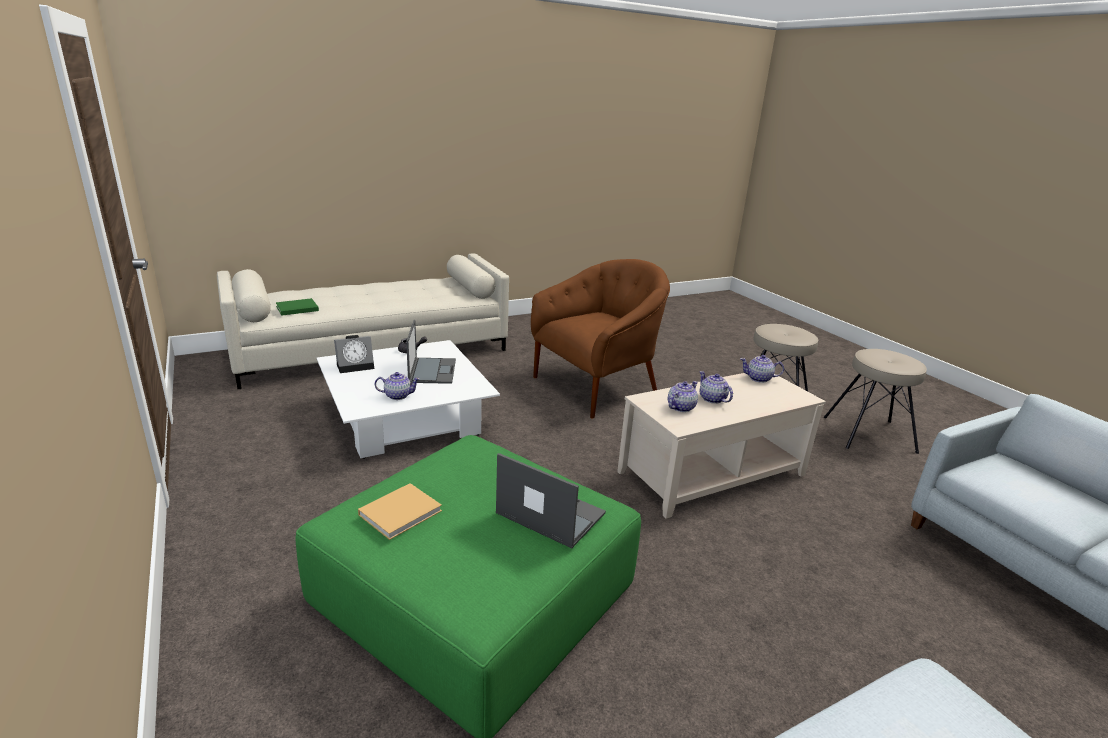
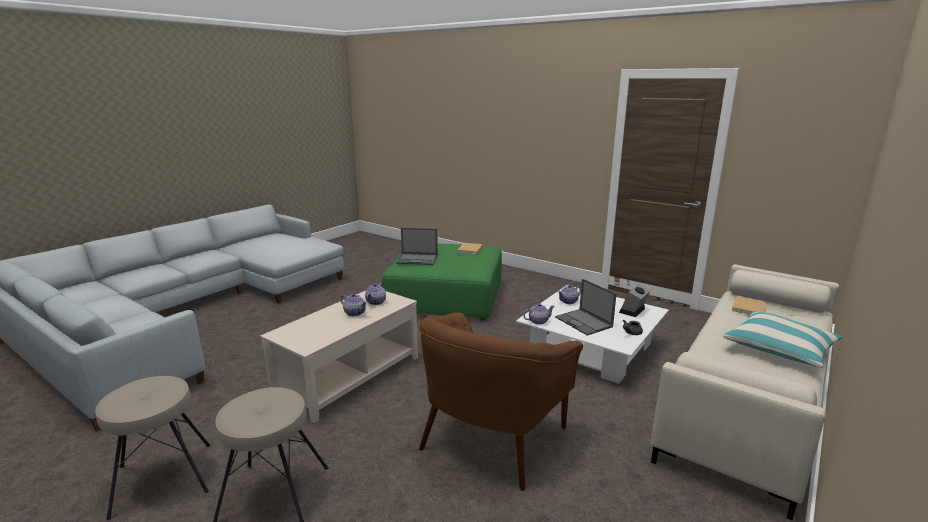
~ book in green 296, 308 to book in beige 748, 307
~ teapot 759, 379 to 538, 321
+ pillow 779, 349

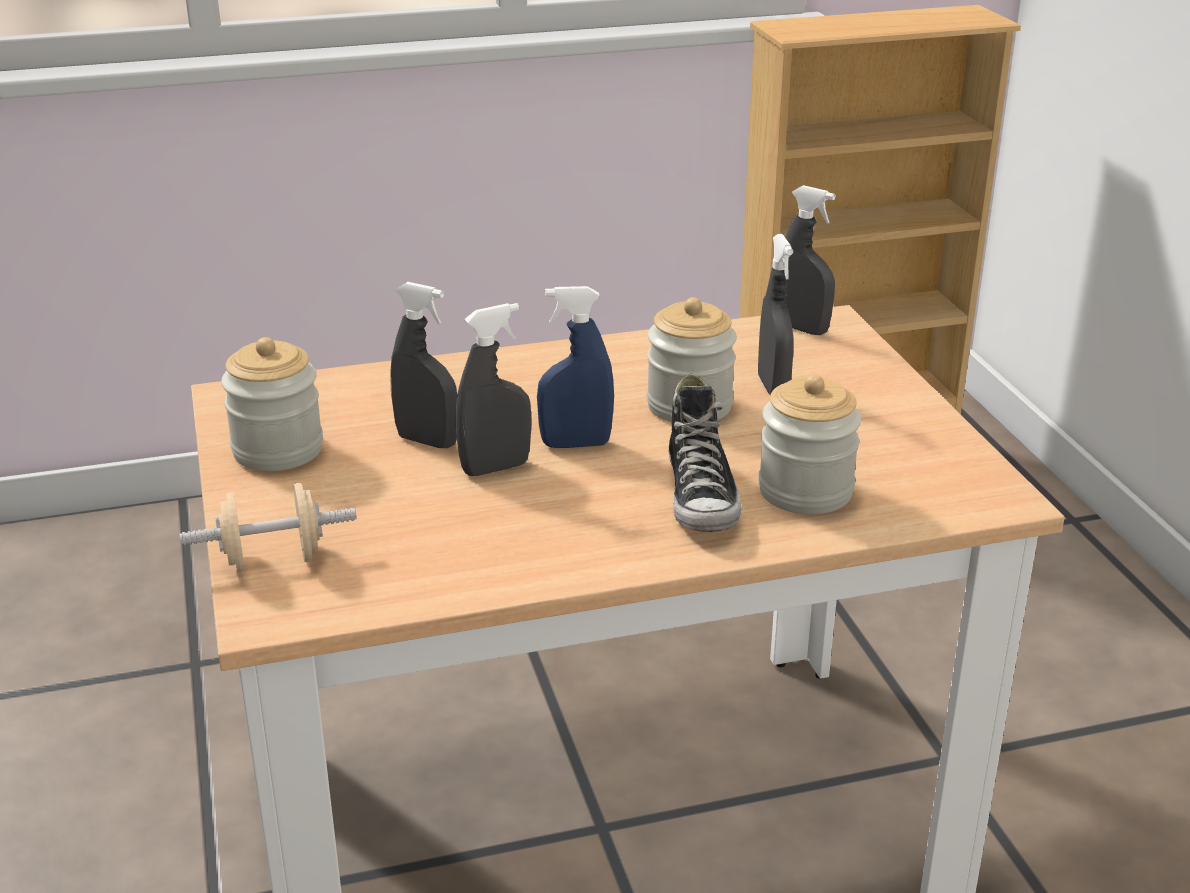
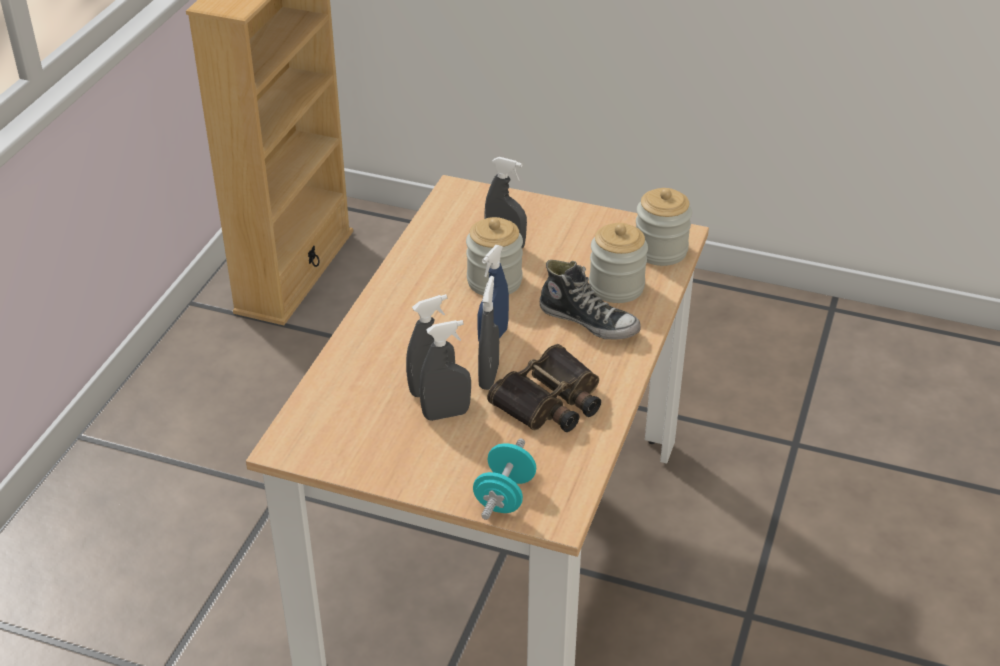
~ dumbbell in beige 273, 560 to dumbbell in turquoise 504, 496
~ jar 278, 450 to 660, 250
~ spray bottle in grey 801, 328 to 446, 414
+ binoculars 551, 402

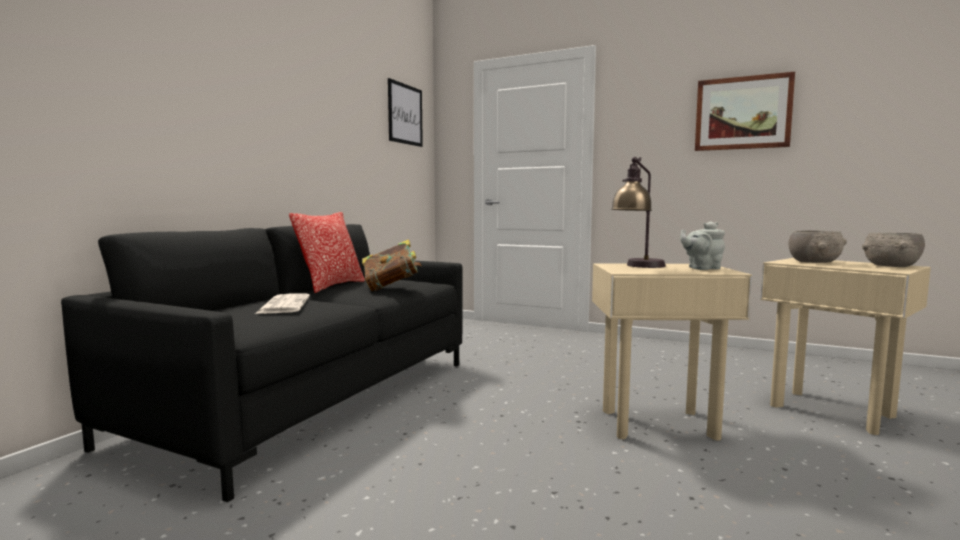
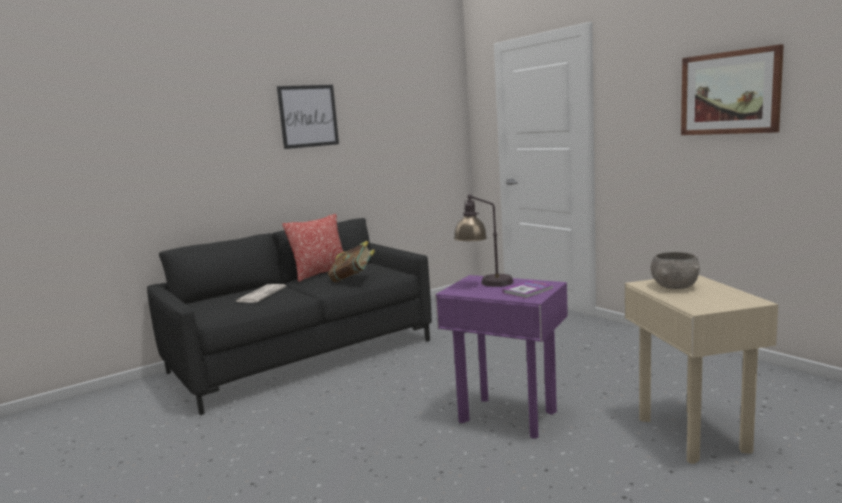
~ picture 405, 114 to 308, 116
~ side table in beige 658, 424 to side table in purple 507, 416
~ teapot in grey 702, 268 to book 528, 291
- bowl in grey 891, 266

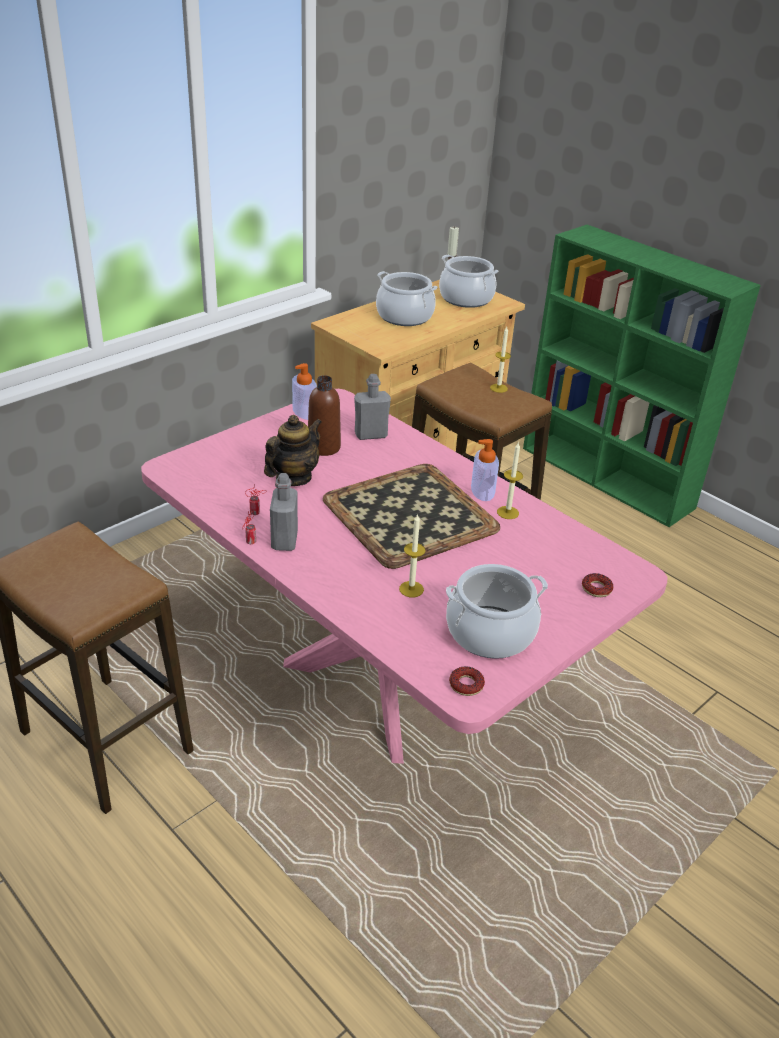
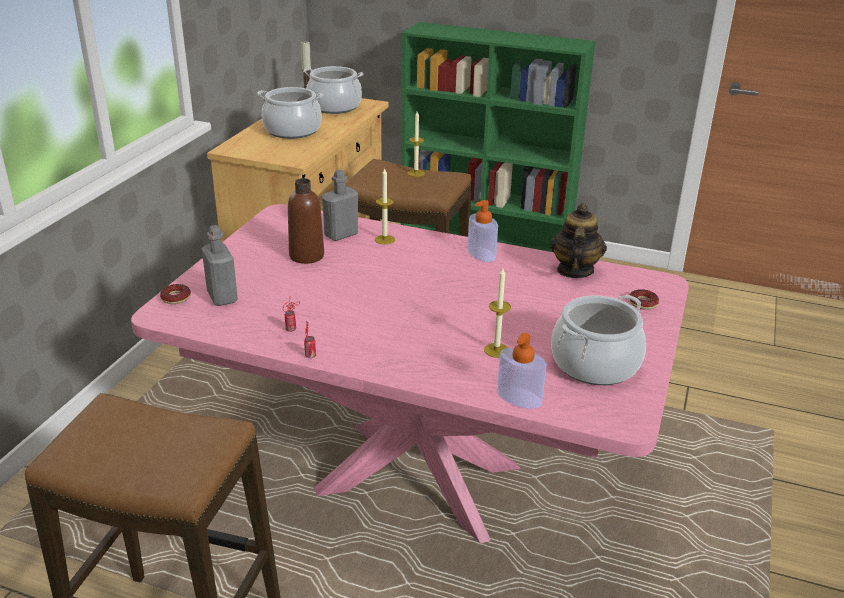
~ teapot 293, 478 to 574, 270
~ bottle in grey 284, 541 to 222, 297
~ soap dispenser 304, 412 to 519, 397
- tray 408, 514
~ donut 466, 685 to 176, 298
~ candle 507, 512 to 384, 239

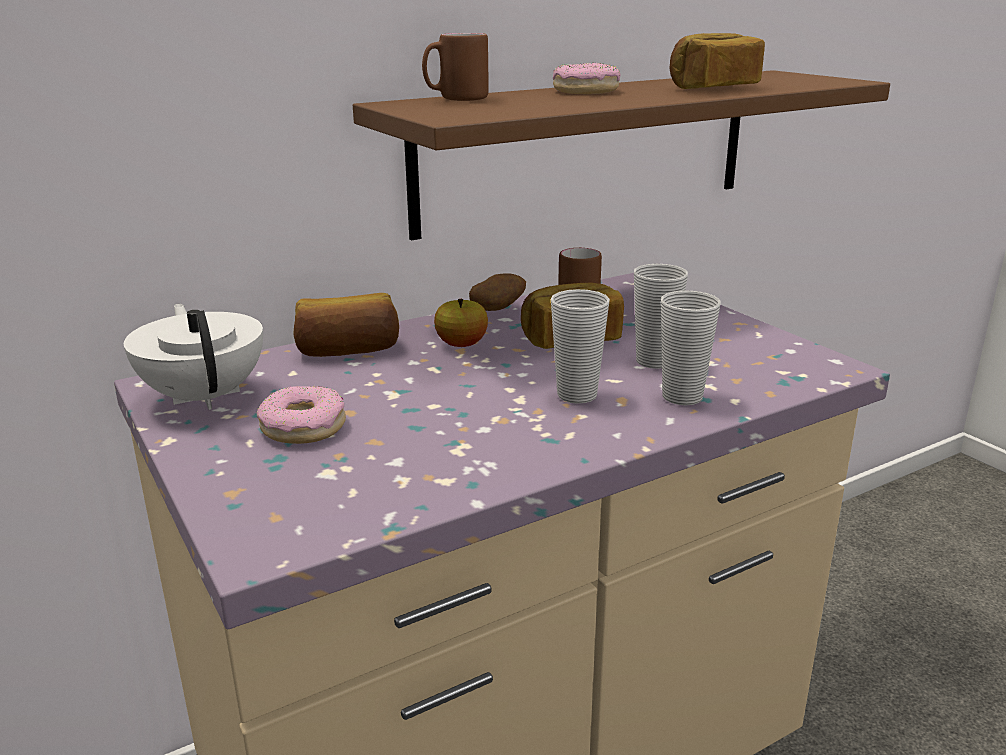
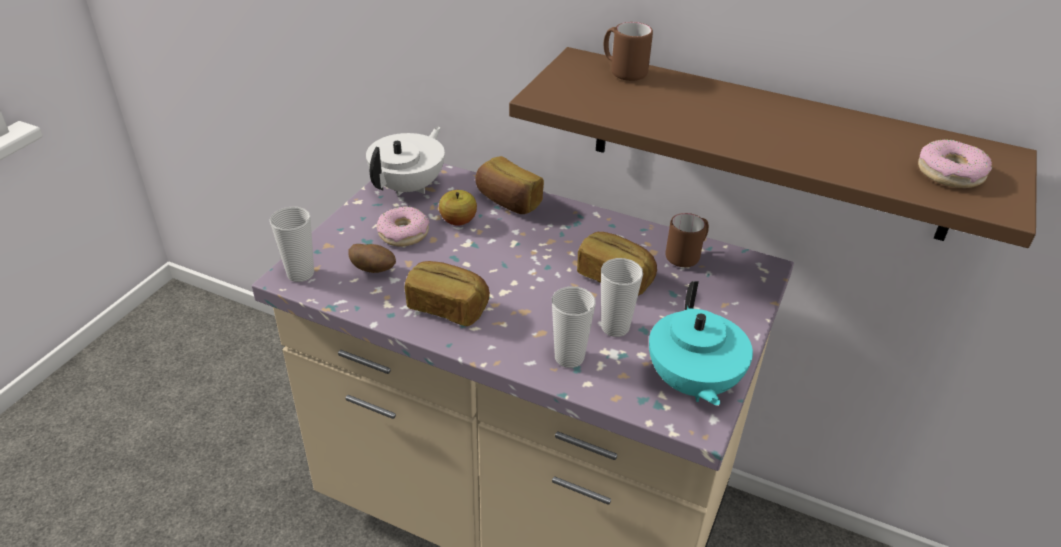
~ apple 461, 344 to 458, 221
~ potato 497, 310 to 373, 270
~ cup 577, 395 to 300, 274
~ donut 585, 91 to 950, 173
~ bread 712, 88 to 448, 306
+ teapot in turquoise 692, 383

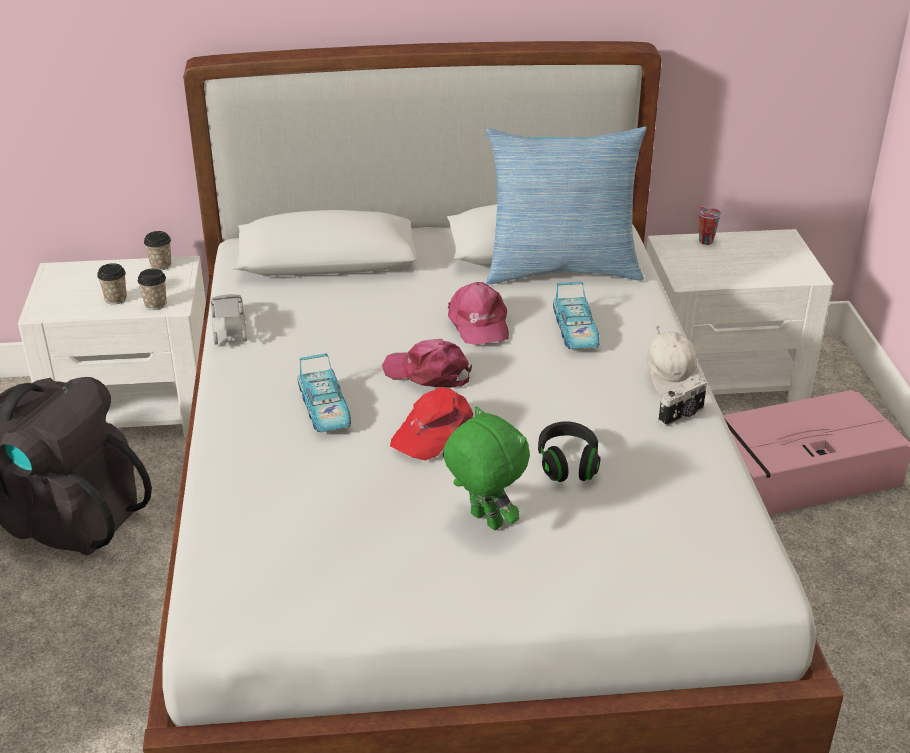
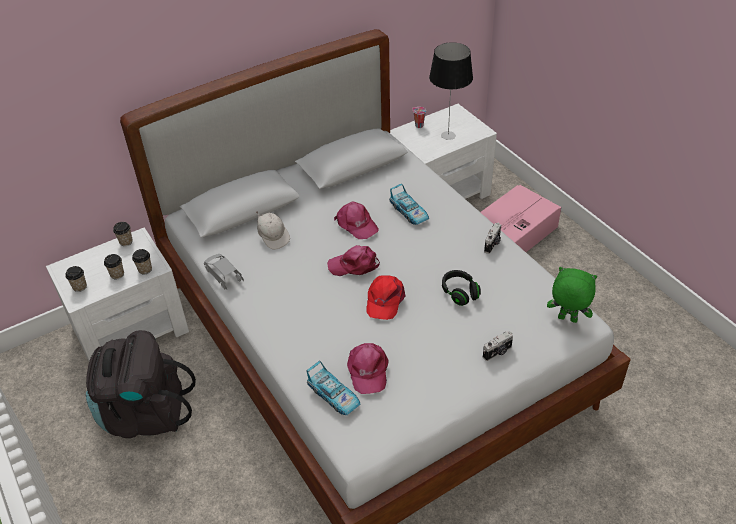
~ toy car 325, 409 to 334, 395
~ plush toy in green 484, 521 to 566, 319
- pillow 561, 269
~ cap in white 671, 378 to 273, 237
+ cup 80, 287
+ cap in pink 367, 370
+ table lamp 448, 135
+ photo camera 498, 352

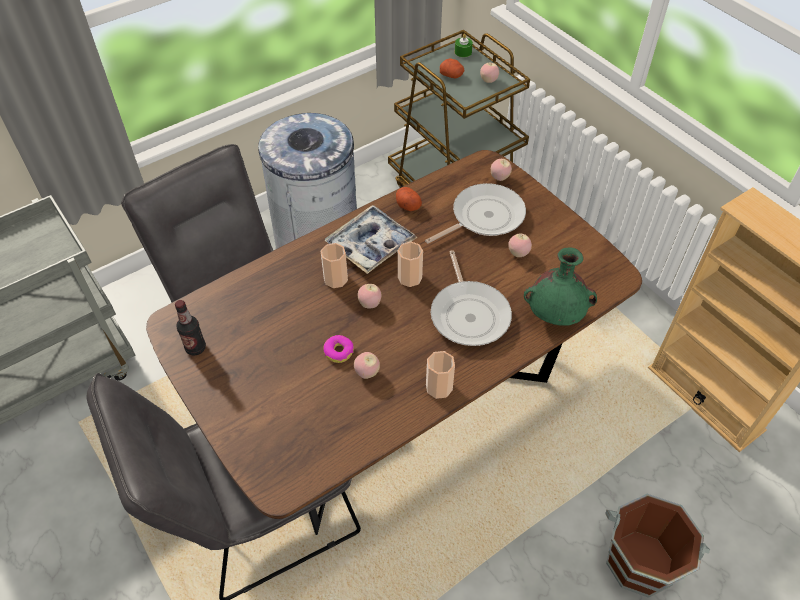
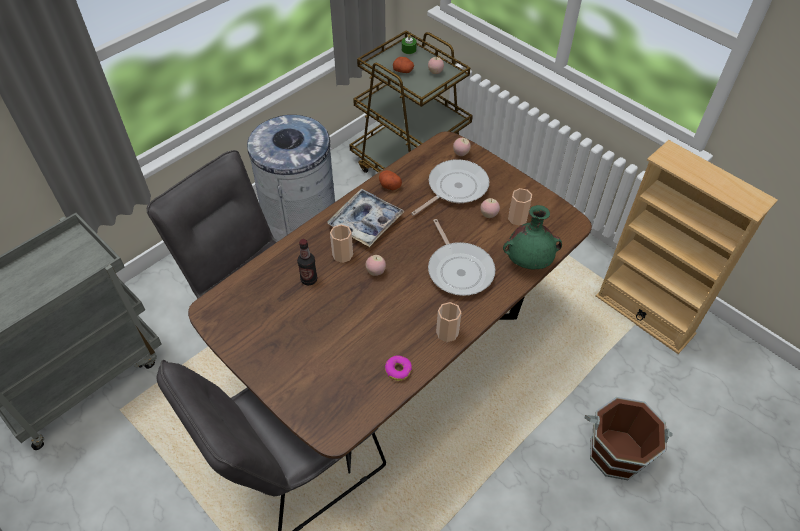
~ bottle 195, 348 to 309, 279
~ donut 338, 351 to 398, 370
- apple 367, 373
~ cup 409, 277 to 517, 218

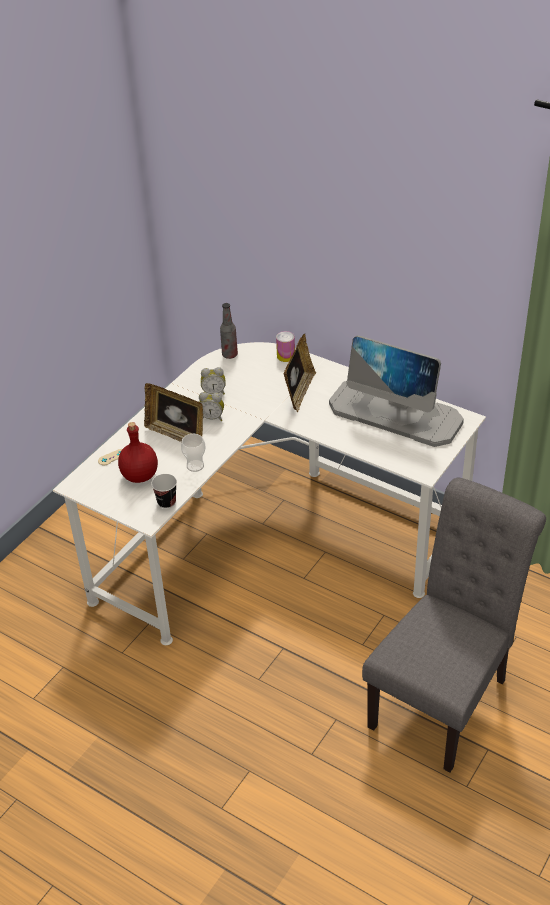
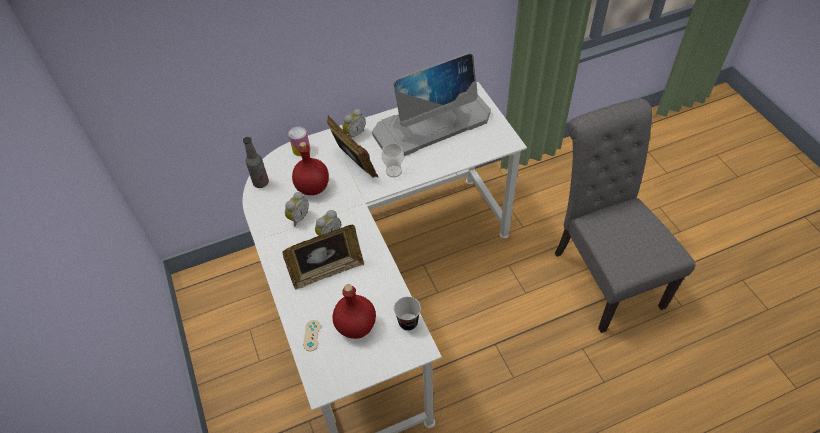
~ cup 195, 466 to 394, 171
+ bottle in red 312, 187
+ alarm clock 354, 134

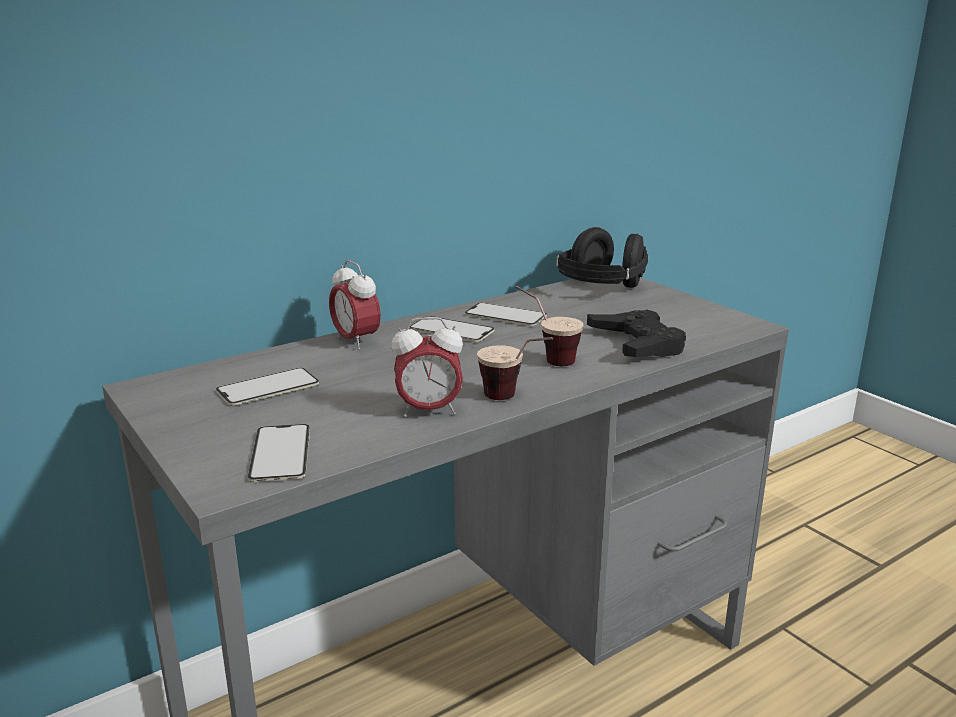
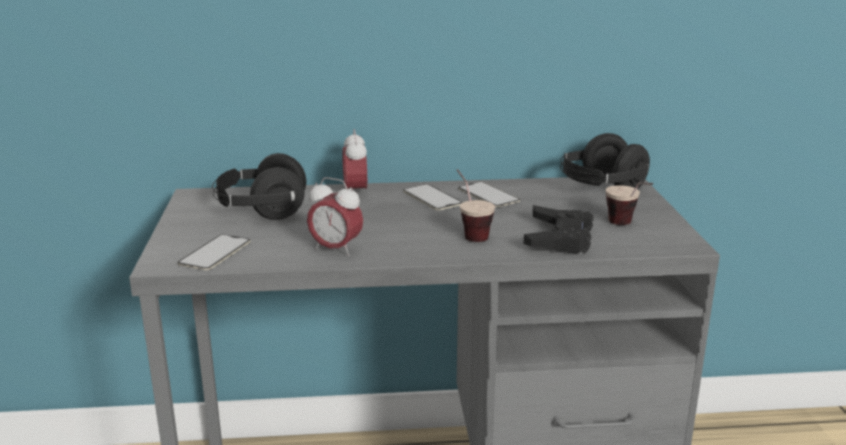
~ phone 268, 387 to headphones in black 261, 211
~ cup 514, 399 to 627, 226

